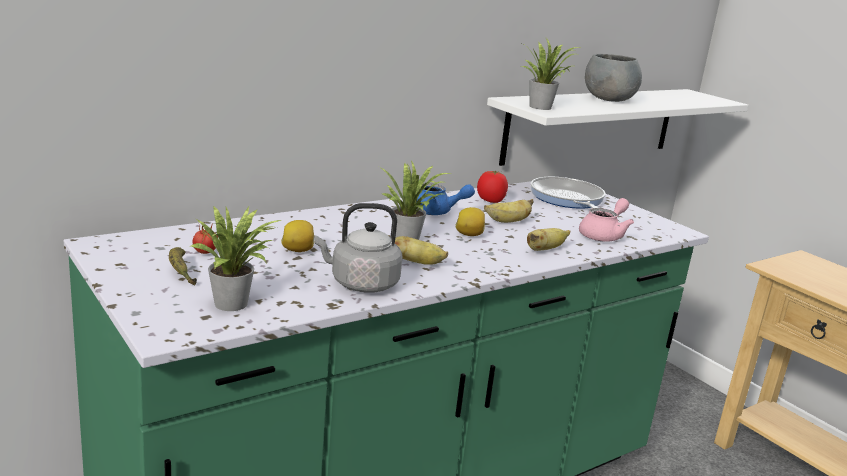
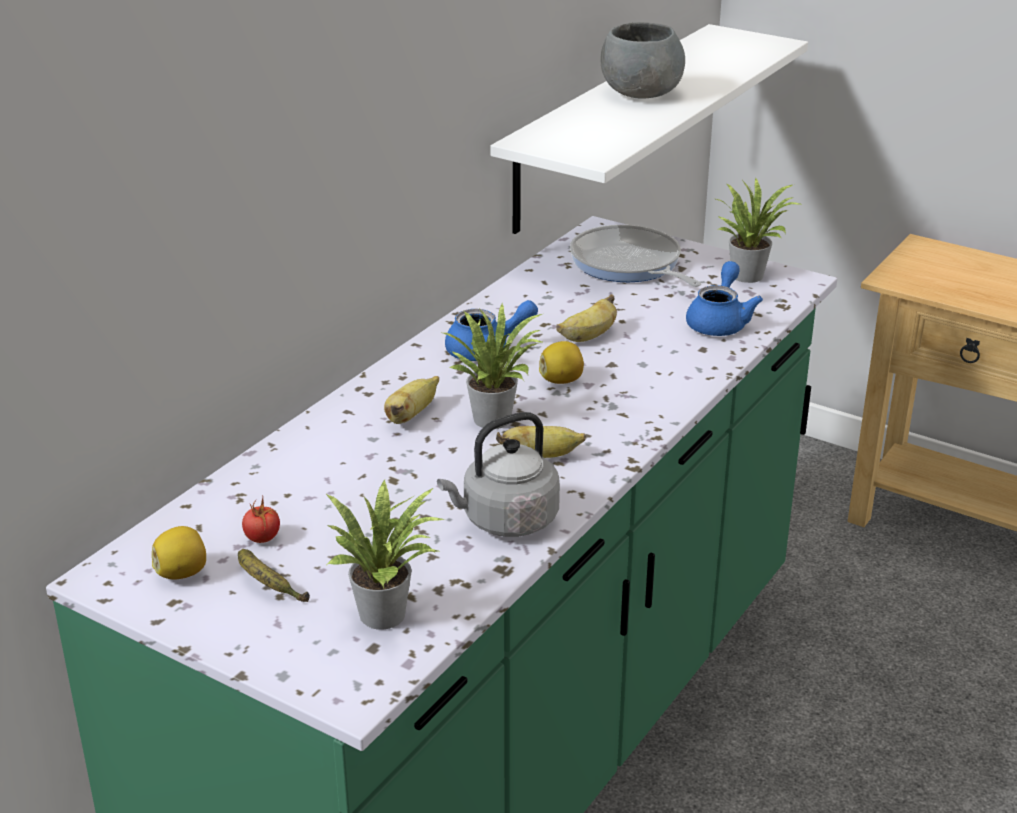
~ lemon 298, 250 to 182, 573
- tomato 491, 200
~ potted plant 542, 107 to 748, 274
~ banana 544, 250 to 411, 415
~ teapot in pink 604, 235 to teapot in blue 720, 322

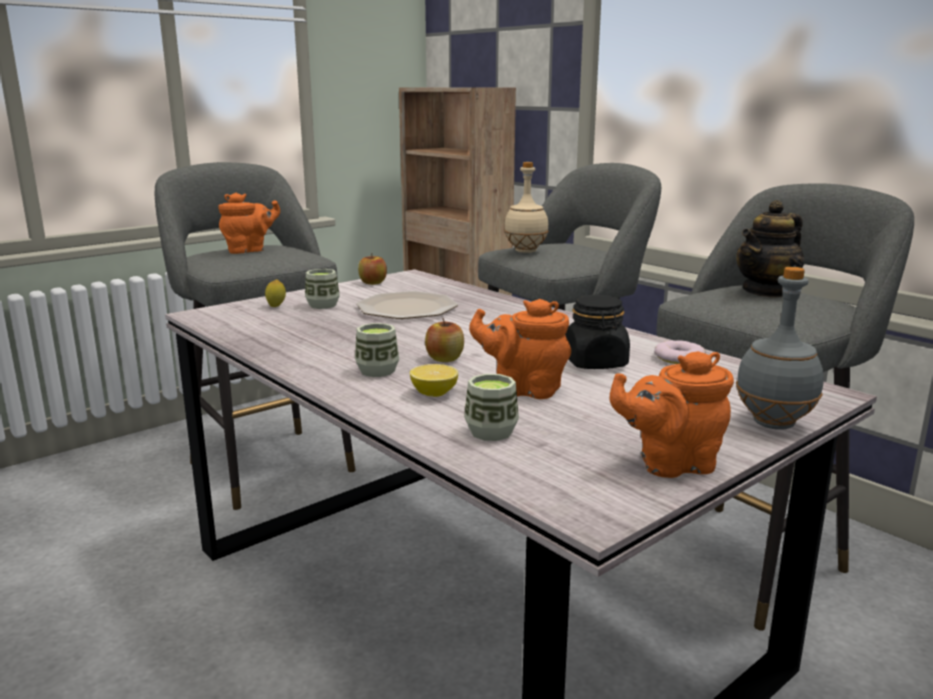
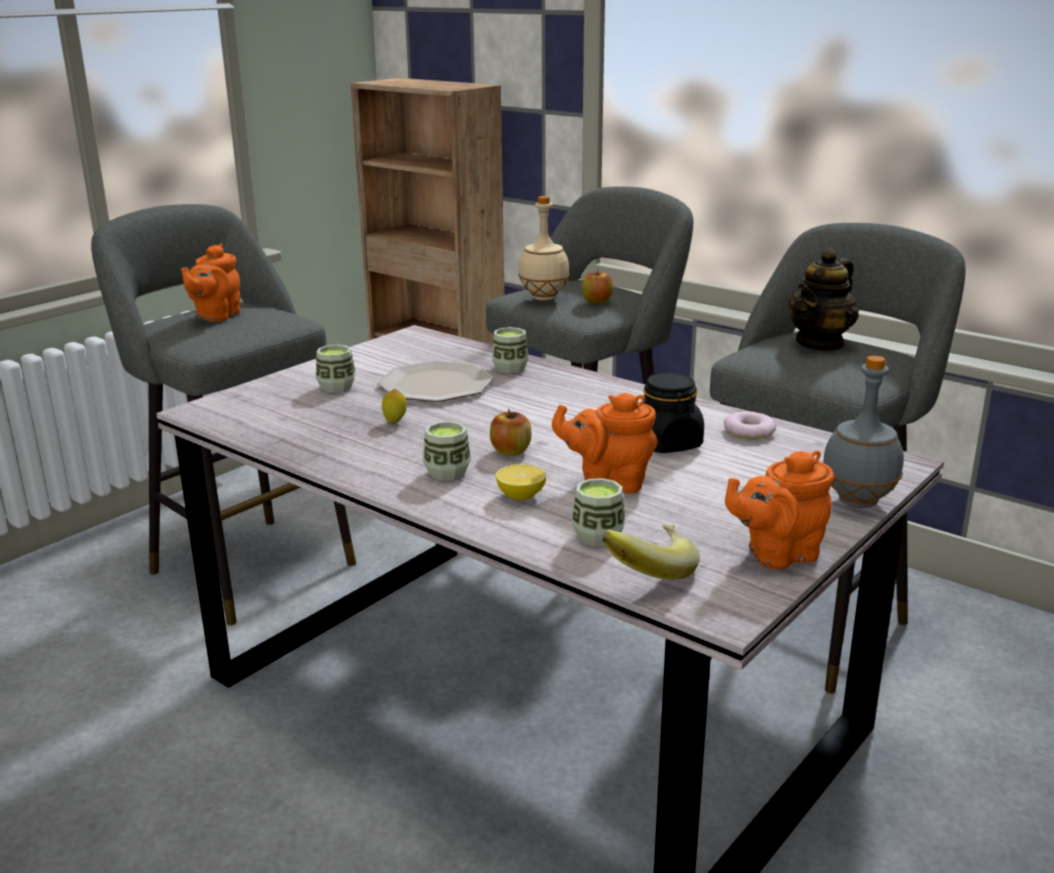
~ teapot in orange 249, 251 = 216, 316 150 degrees clockwise
~ lemon 276, 307 to 395, 422
~ apple 373, 283 to 596, 301
+ cup 510, 368
+ banana 648, 571

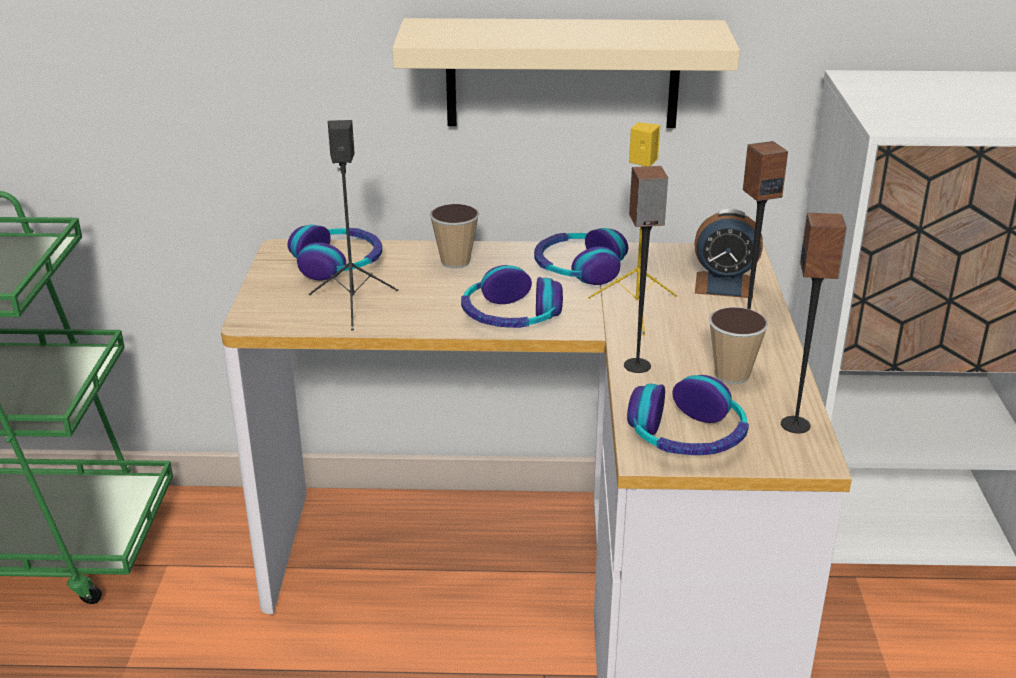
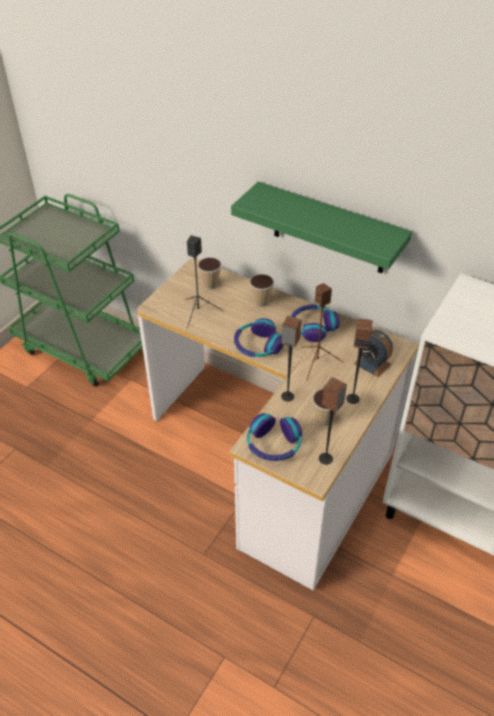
~ headphones 338, 264 to cup 210, 285
~ shelf in beige 562, 73 to shelf in green 329, 229
~ speaker in yellow 636, 308 to speaker in brown 317, 362

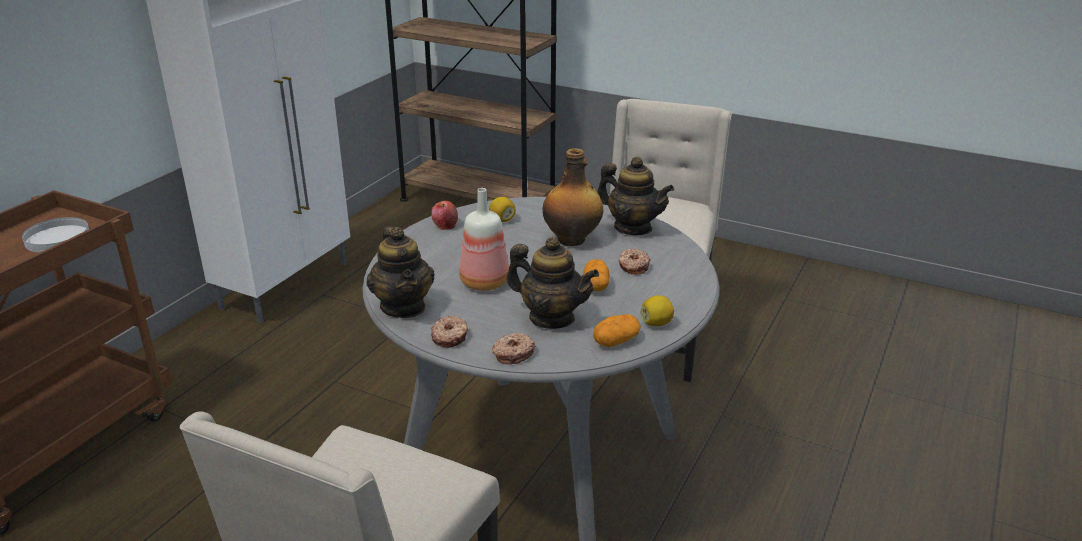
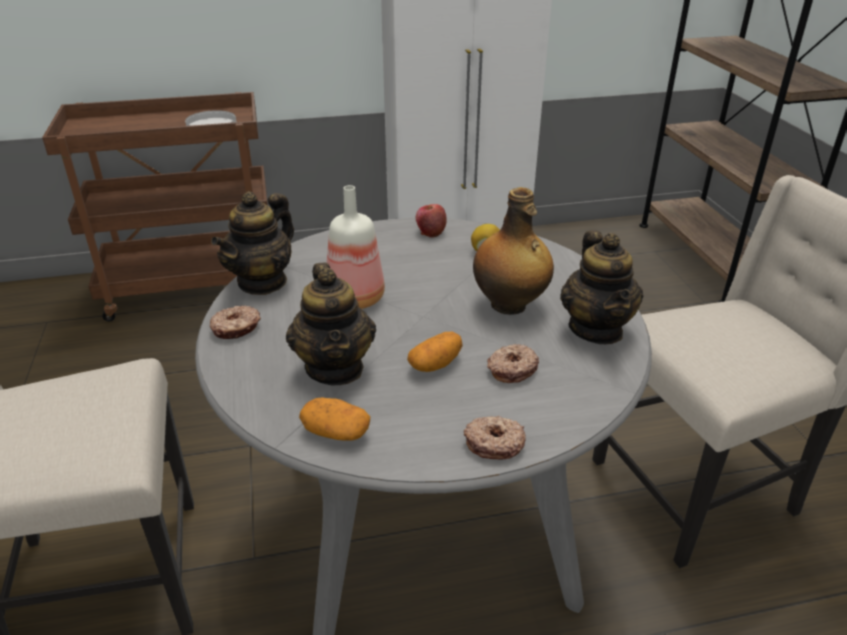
~ donut 513, 354 to 494, 443
- lemon 656, 323

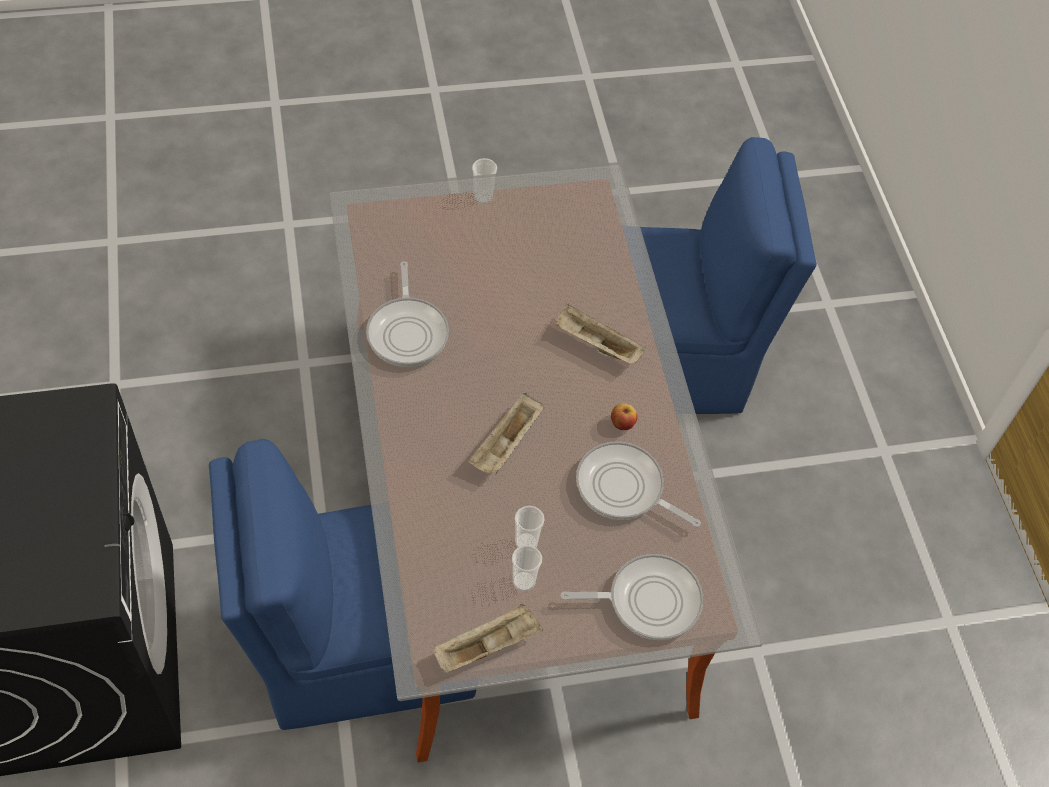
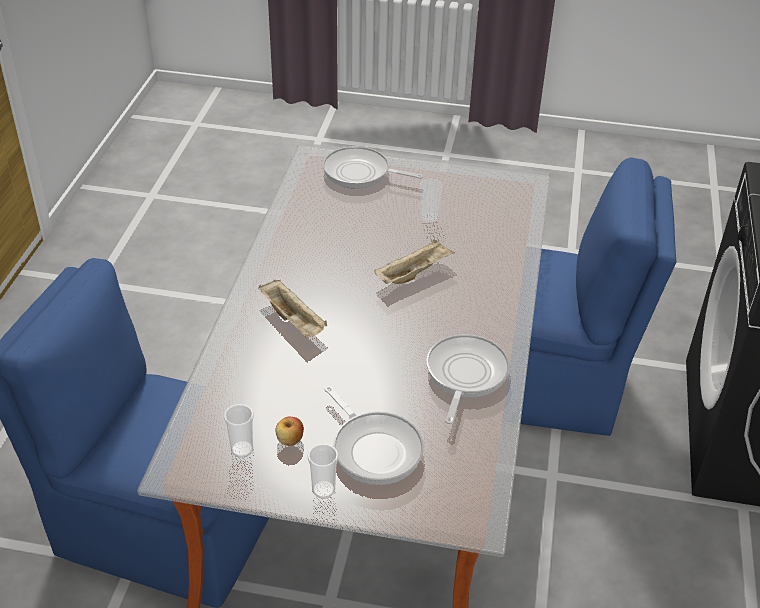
- tray in beige 488, 645
~ cup 524, 581 to 242, 449
~ frying pan 624, 489 to 374, 448
~ apple 622, 423 to 290, 440

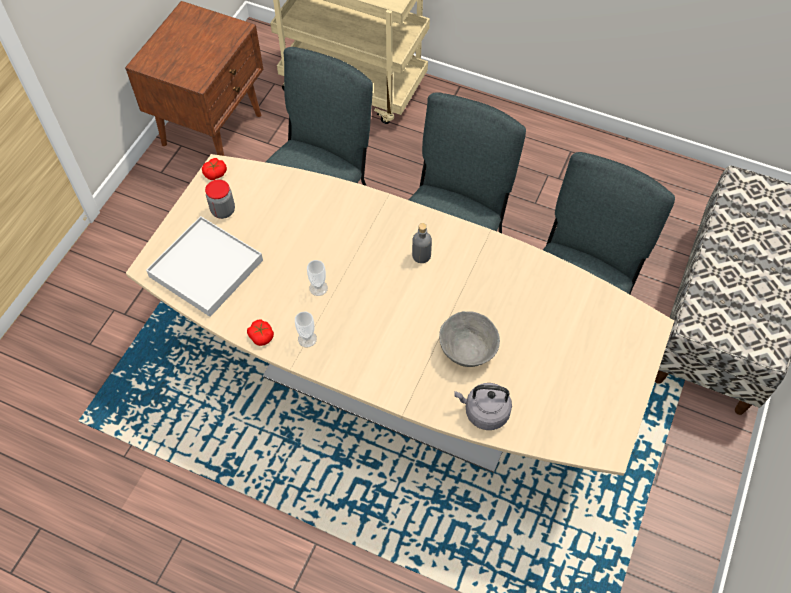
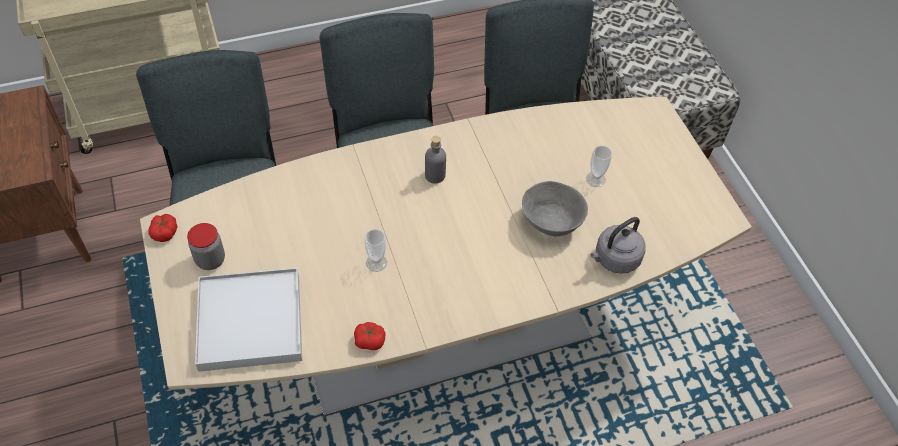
~ cup 307, 339 to 595, 179

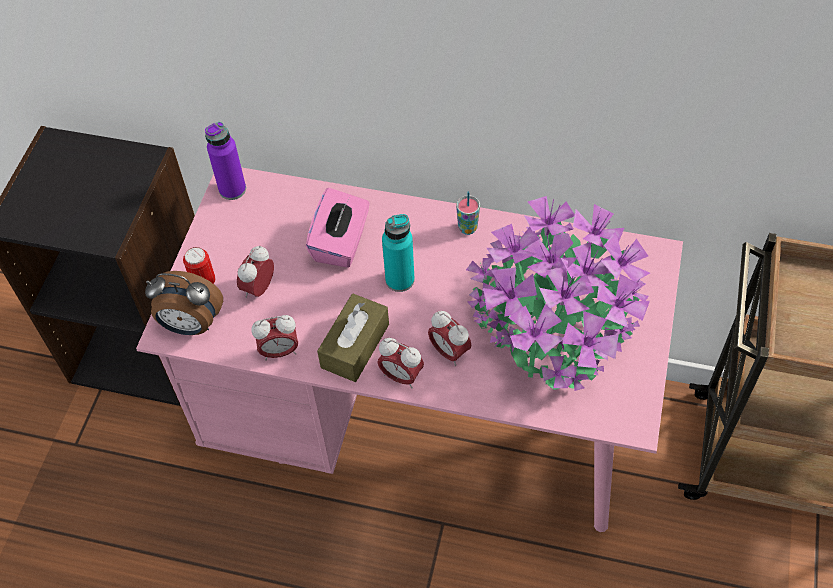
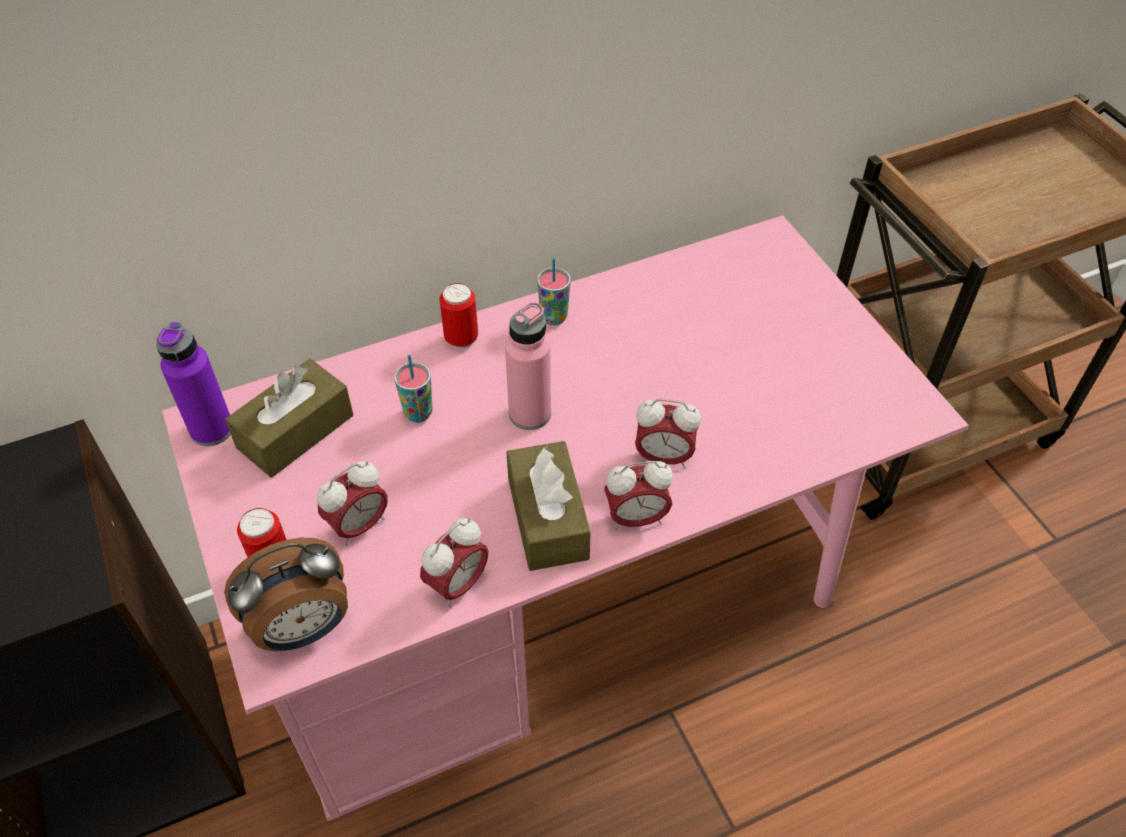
~ alarm clock 259, 288 = 359, 526 120 degrees counterclockwise
~ tissue box in pink 341, 243 to cup 418, 413
~ bottle in turquoise 400, 280 to bottle in pink 530, 414
- potted plant 552, 328
+ tissue box in brown 295, 431
+ can 461, 339

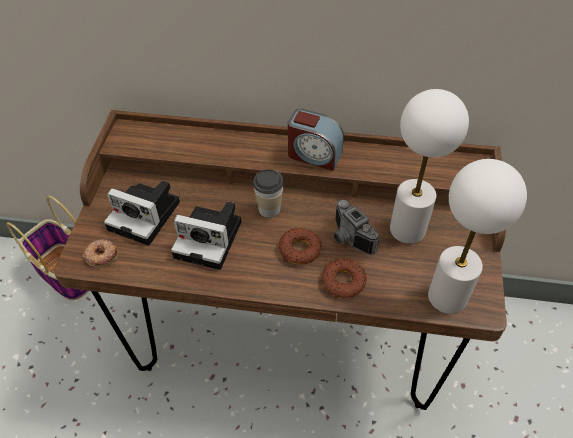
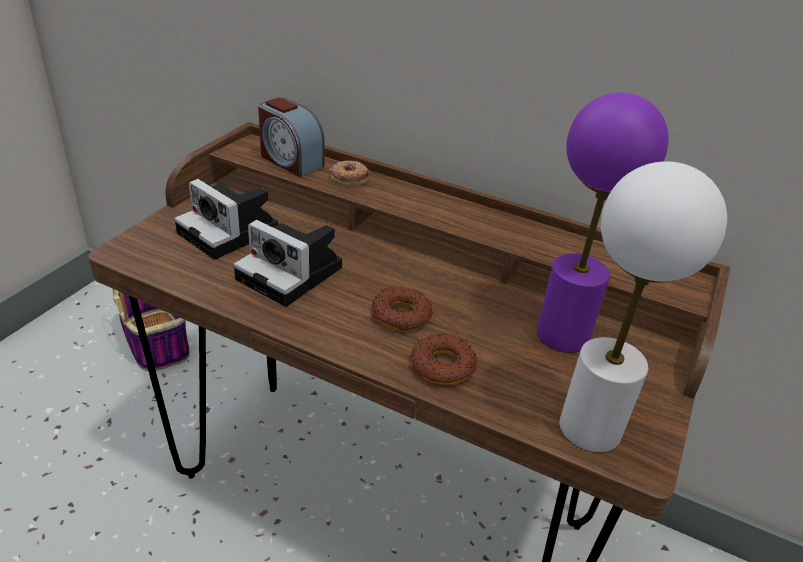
~ donut 101, 255 to 349, 177
- cup 269, 209
~ alarm clock 314, 155 to 290, 160
- photo camera 348, 239
~ table lamp in white 407, 228 to table lamp in purple 563, 334

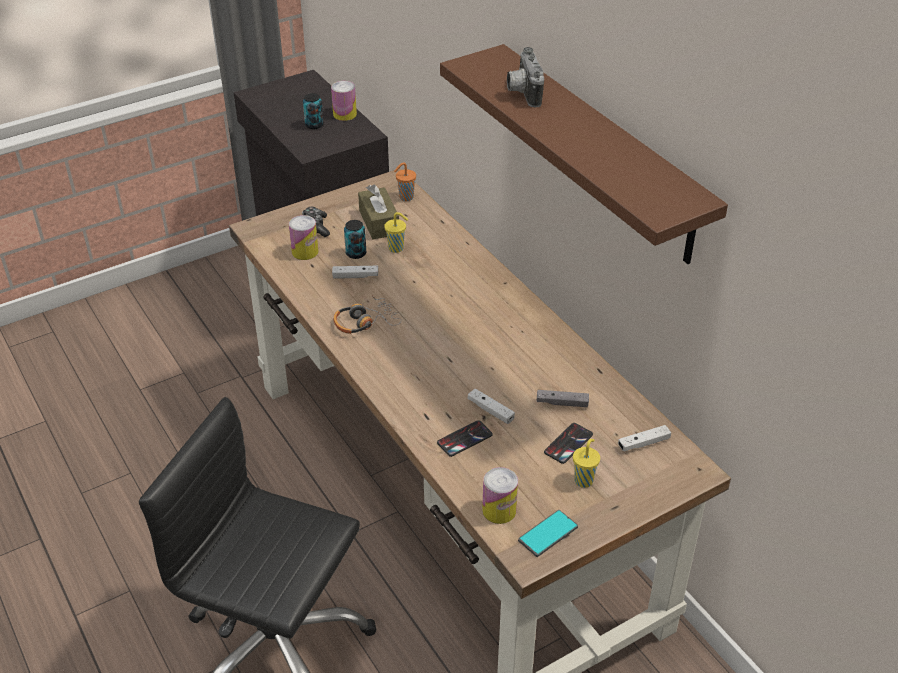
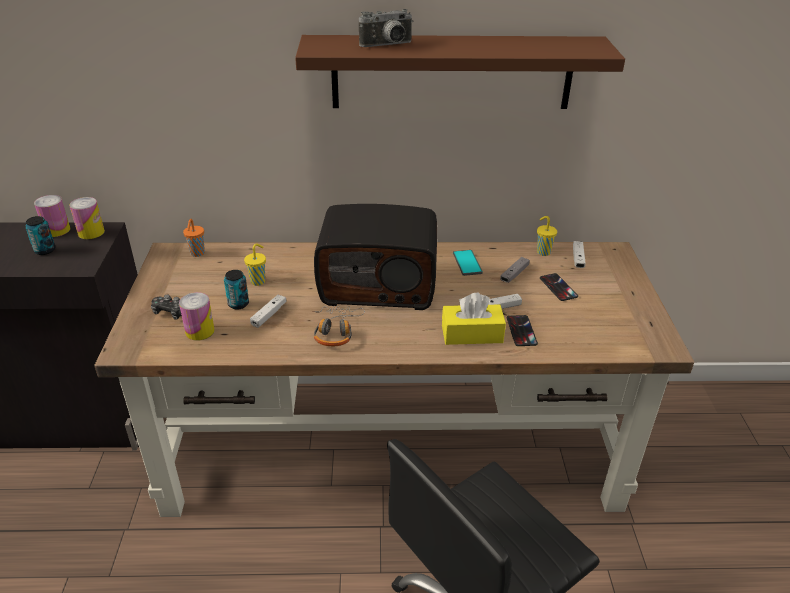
- tissue box in brown 379, 222
~ can 499, 510 to 91, 232
~ photo camera 522, 93 = 388, 46 45 degrees counterclockwise
~ phone 548, 534 to 467, 263
~ cup in yellow 584, 480 to 542, 252
+ radio 379, 284
+ tissue box in yellow 472, 334

